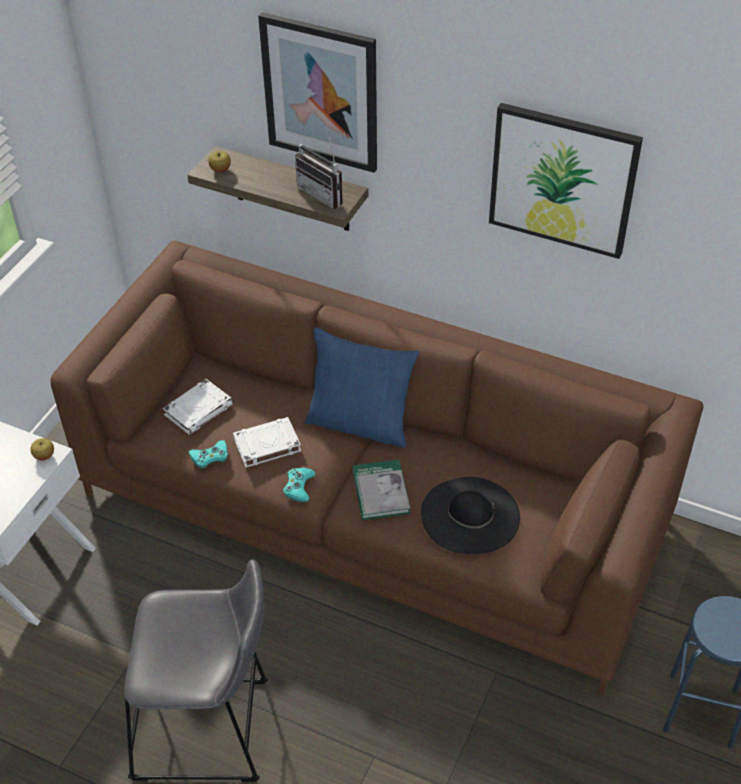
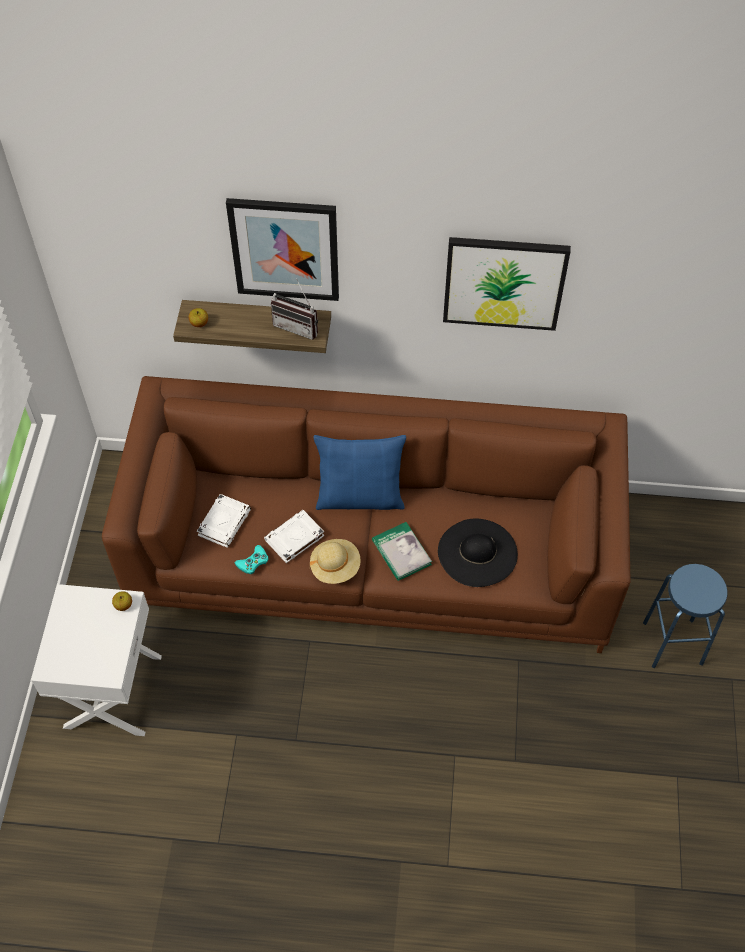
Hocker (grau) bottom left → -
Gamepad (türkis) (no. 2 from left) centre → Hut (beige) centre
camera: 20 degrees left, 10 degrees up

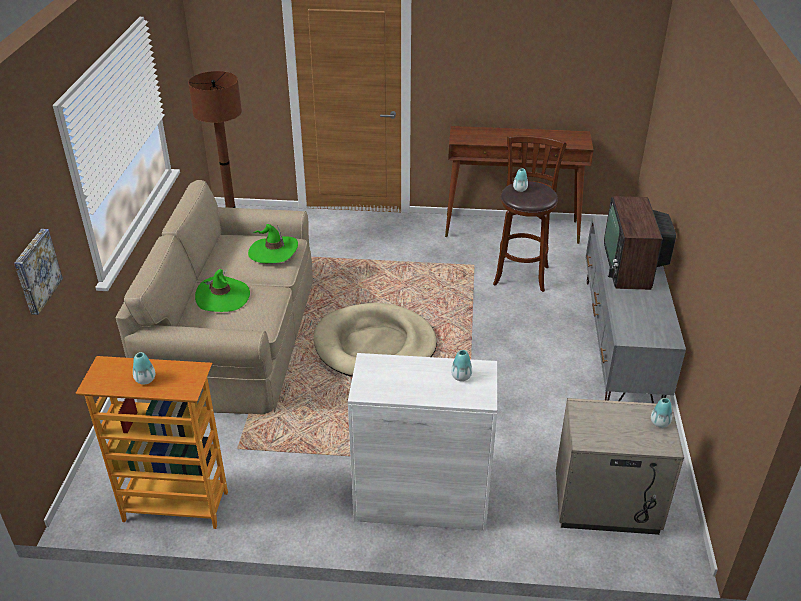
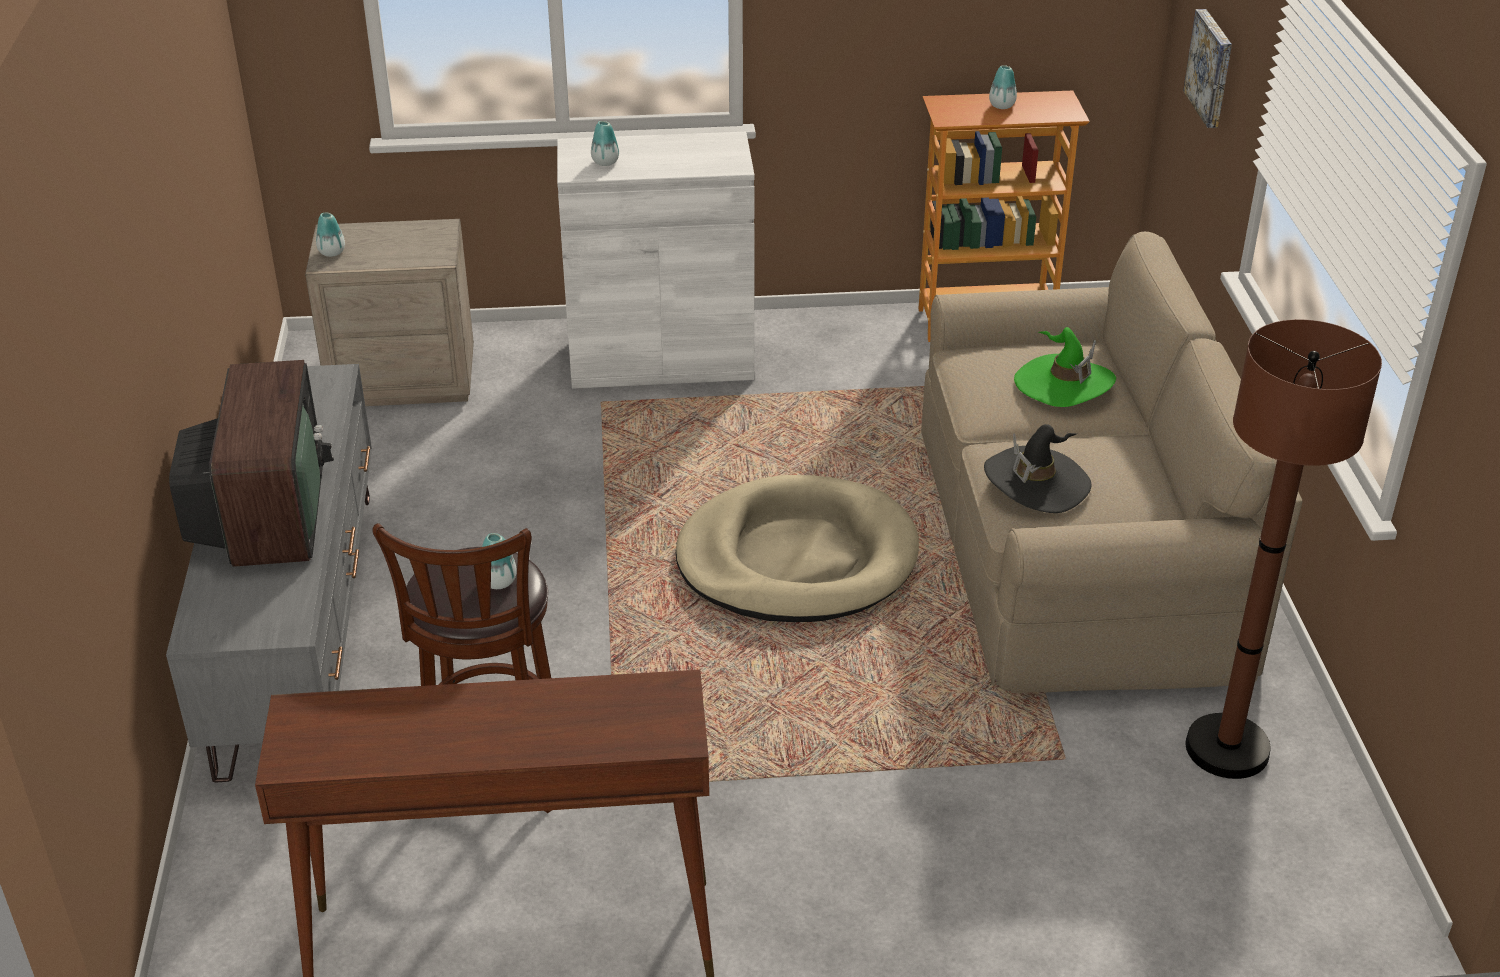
Hut (grün) (no. 2 from left) centre → Hut (schwarz) middle right
camera: 170 degrees right, 0 degrees up

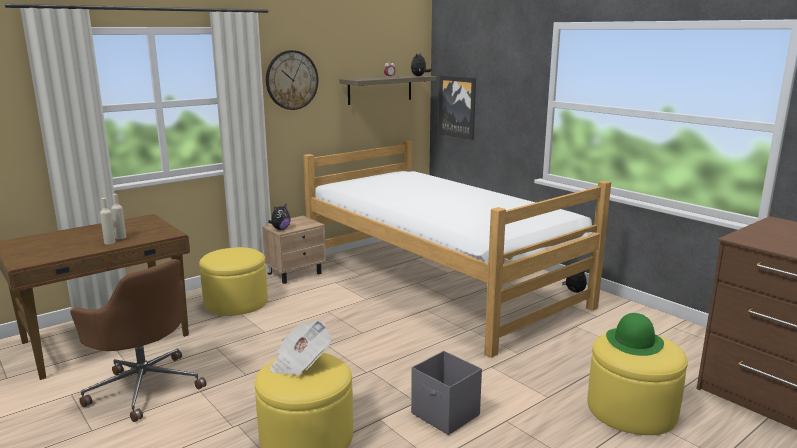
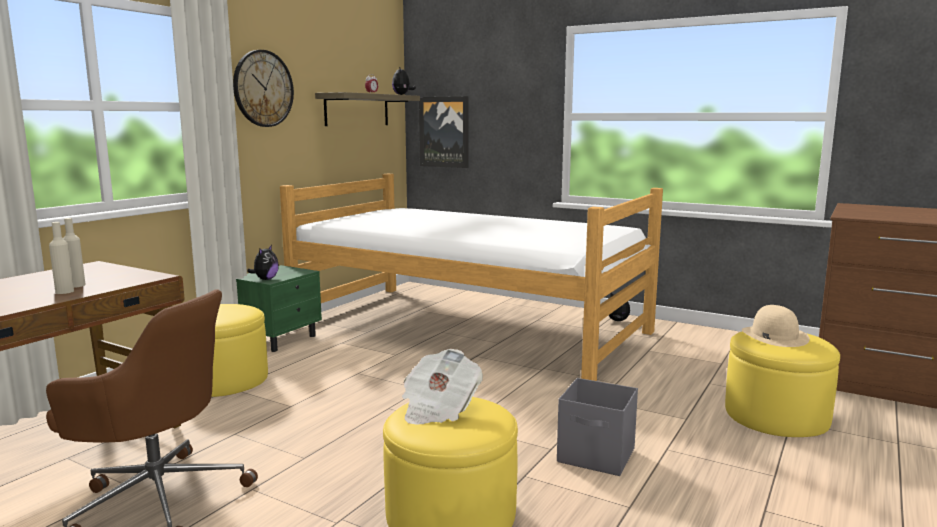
Nachttisch (beige) centre → Nachttisch (grün) middle left
Hut (grün) bottom right → Hut (beige) middle right
camera: 20 degrees left, 5 degrees down

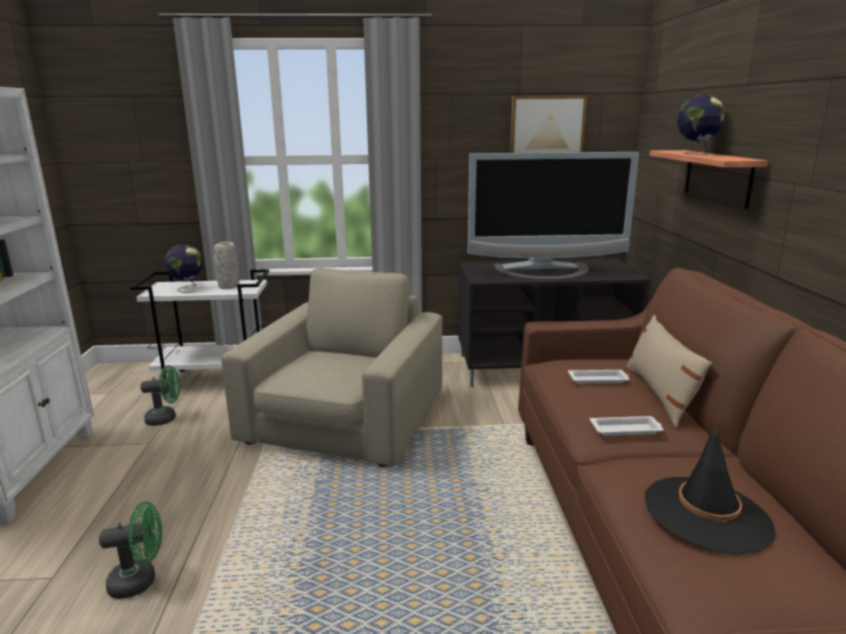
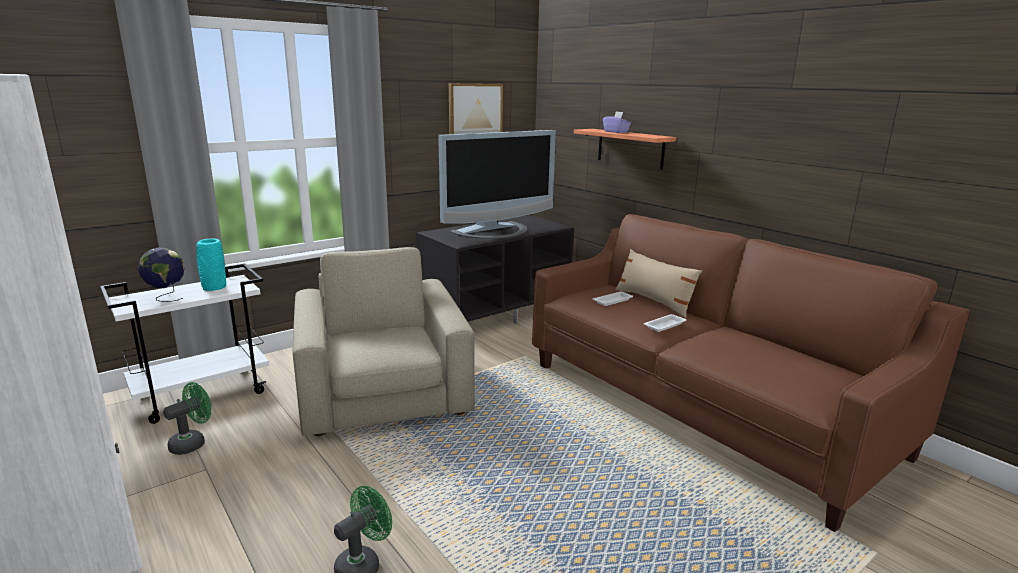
Vase (grau) middle left → Vase (türkis) middle left
Hut (schwarz) bottom right → -
Globus (no. 2 from left) top right → Taschentuchbox (lila) top centre
camera: 35 degrees left, 0 degrees up

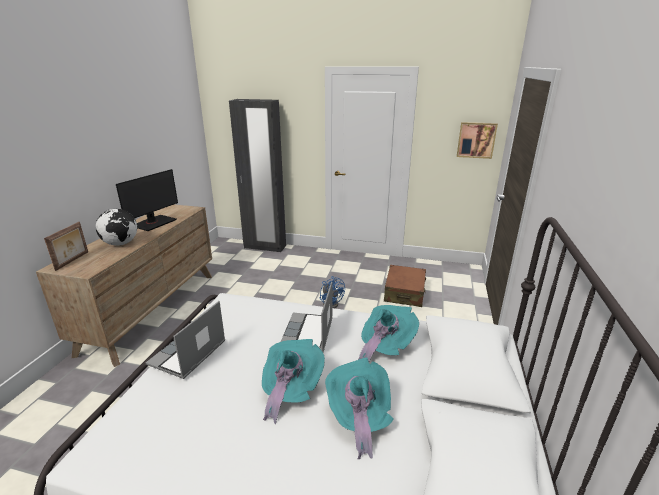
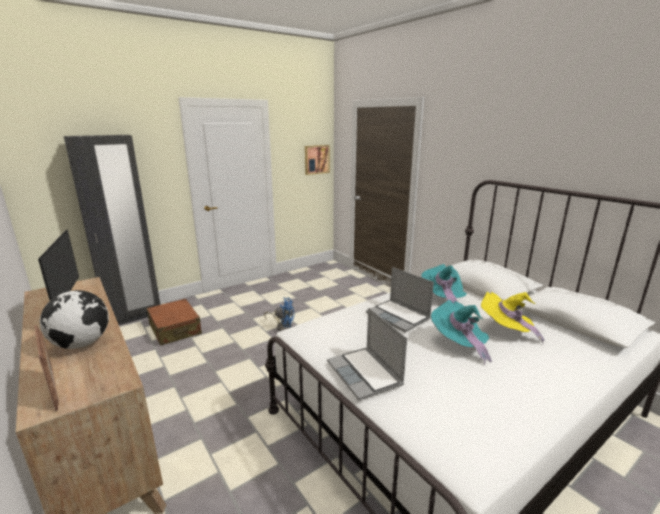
Hut (türkis) (no. 2 from left) bottom centre → Hut (gelb) middle right
Koffer (braun) centre → Koffer (braun) middle left, relocated
camera: 50 degrees left, 5 degrees down

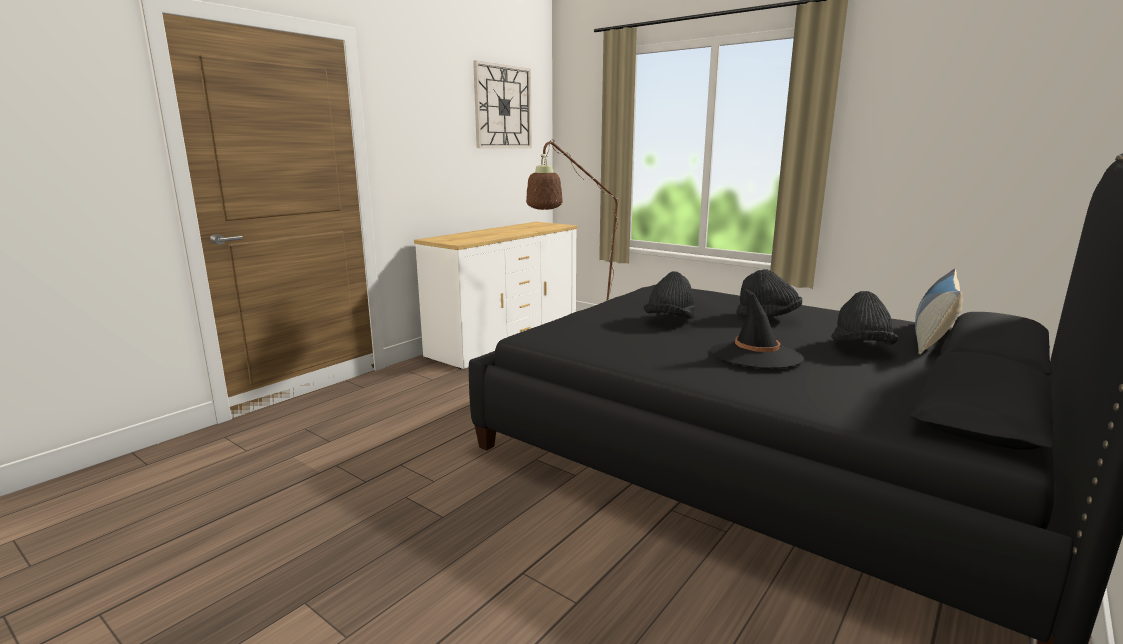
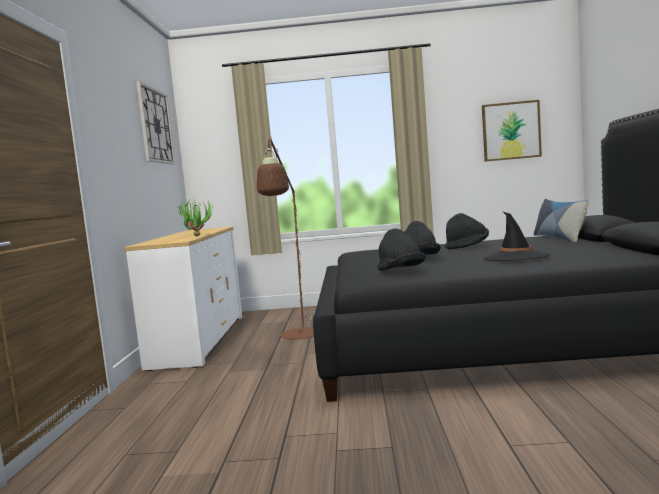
Hut (schwarz) (no. 4 from left in the first image) middle right → Hut (schwarz) (no. 1 from left) centre, relocated
- → Topfpflanze middle left
- → Bild top right
camera: 35 degrees left, 10 degrees down

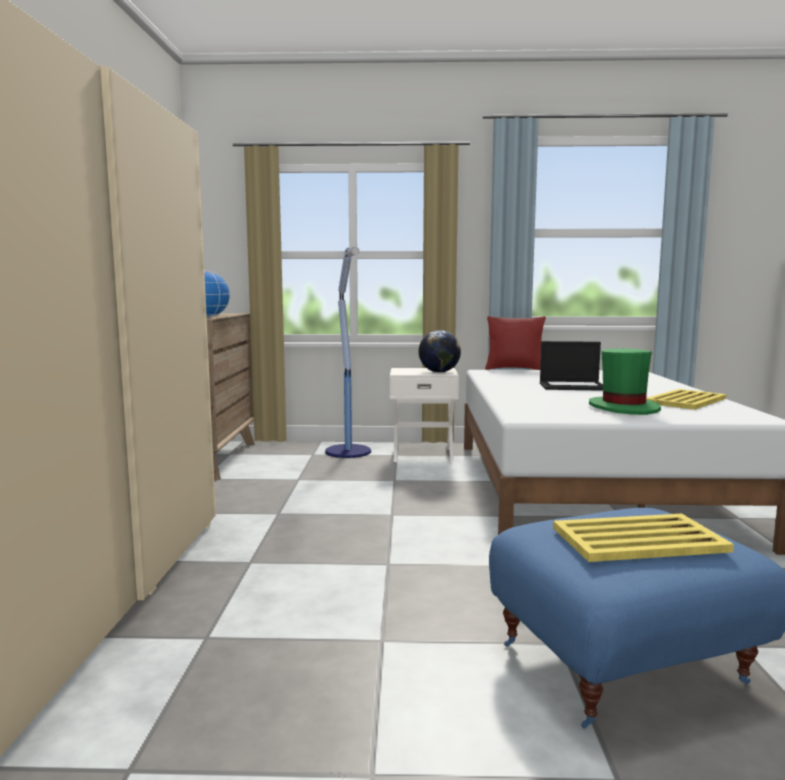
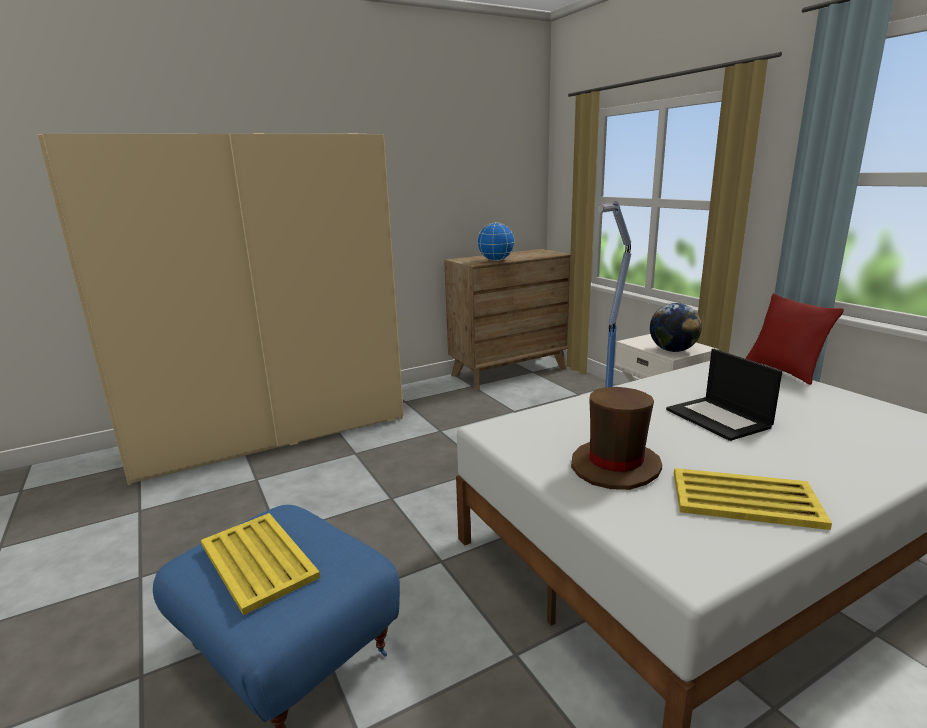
Hut (grün) middle right → Hut (braun) centre
camera: 60 degrees right, 10 degrees up

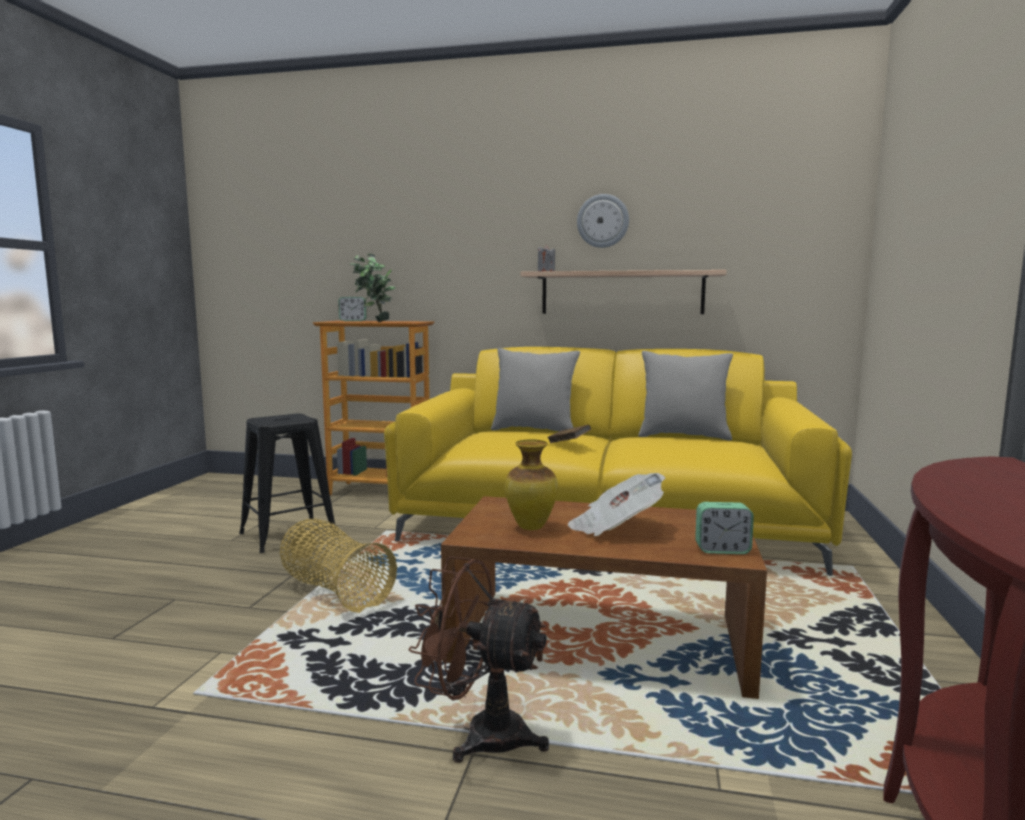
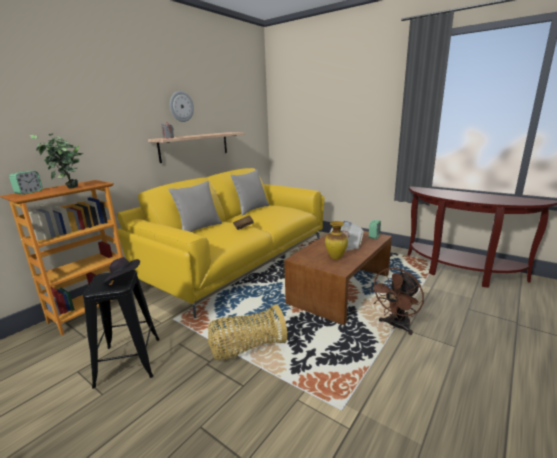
- → Hut (schwarz) middle left
camera: 65 degrees left, 10 degrees up

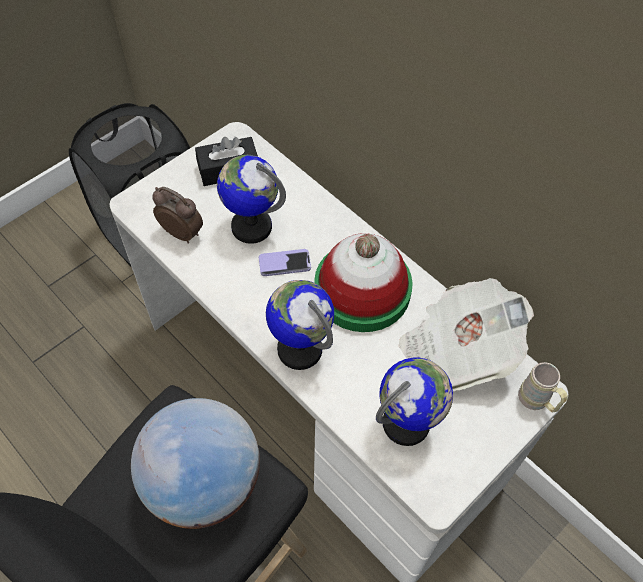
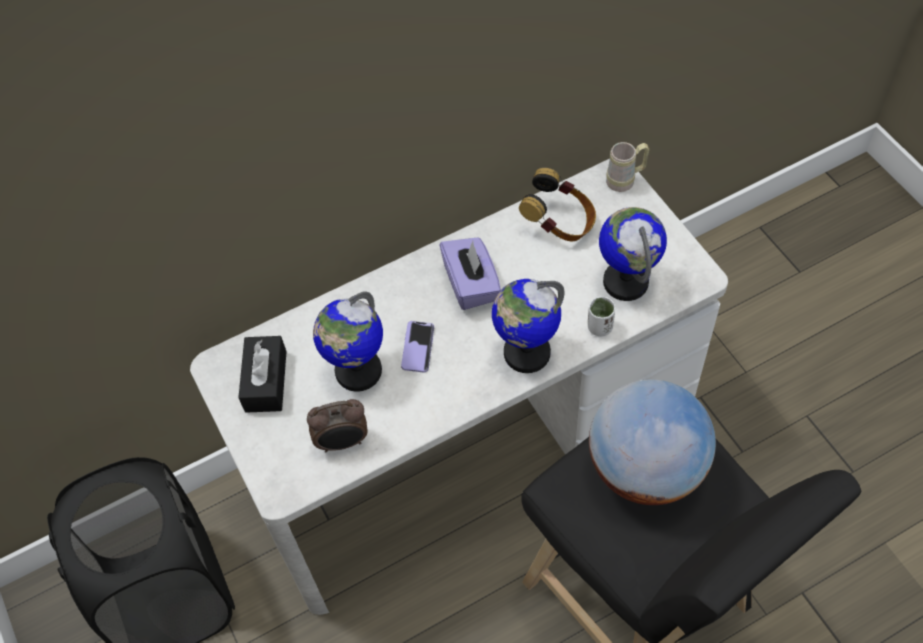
Wecker middle left → Wecker centre, 150 degrees counterclockwise
Hut centre → Taschentuchbox (lila) centre
Zeitung middle right → Kopfhörer top centre
- → Tasse (weiß) centre
camera: 70 degrees left, 0 degrees up

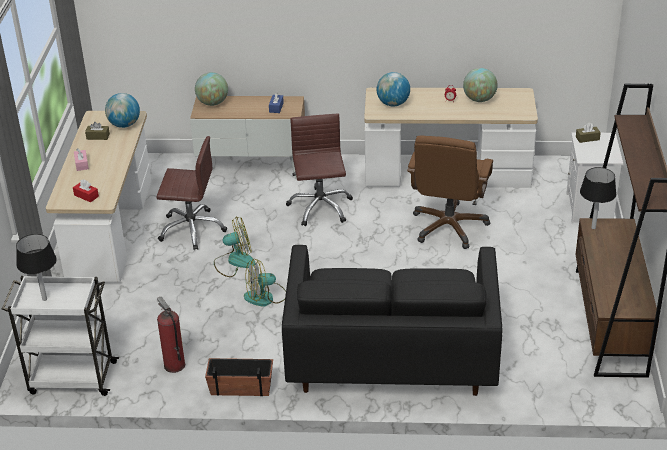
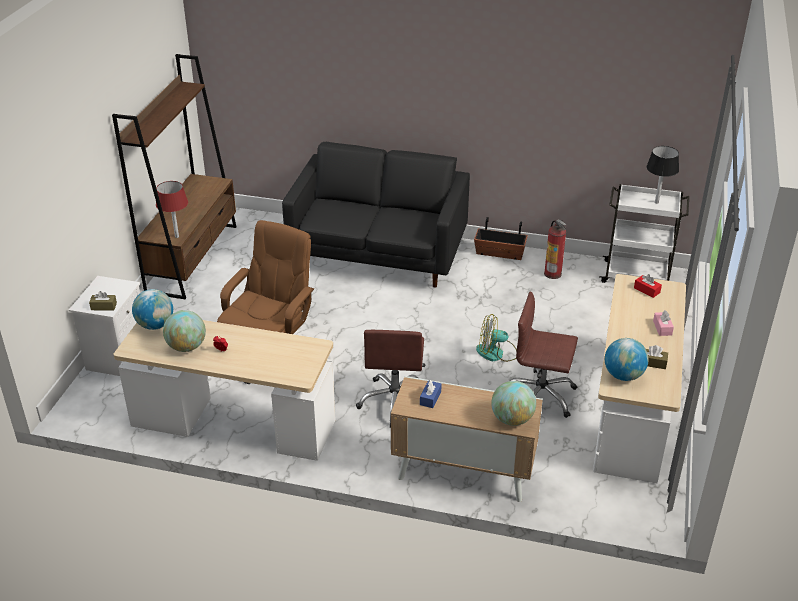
Ventilator (no. 2 from left) centre → -
Globus (no. 3 from left in the first image) top centre → Globus (no. 1 from left) middle left, relocated
Tischlampe (schwarz) (no. 2 from left) middle right → Tischlampe (rot) middle left
camera: 170 degrees left, 0 degrees up

